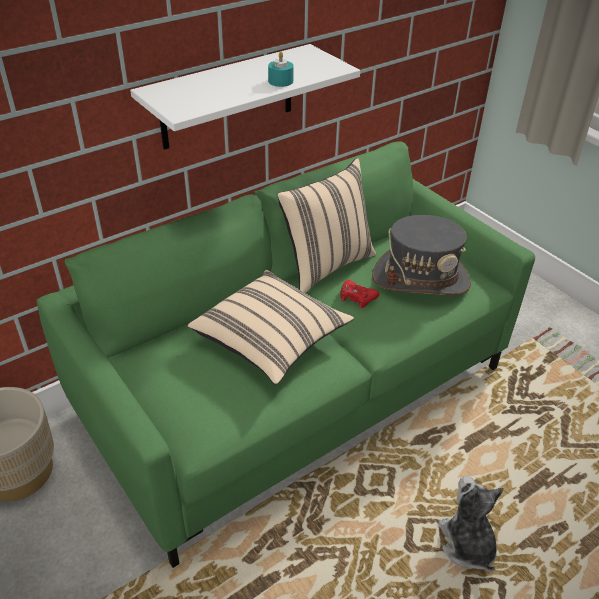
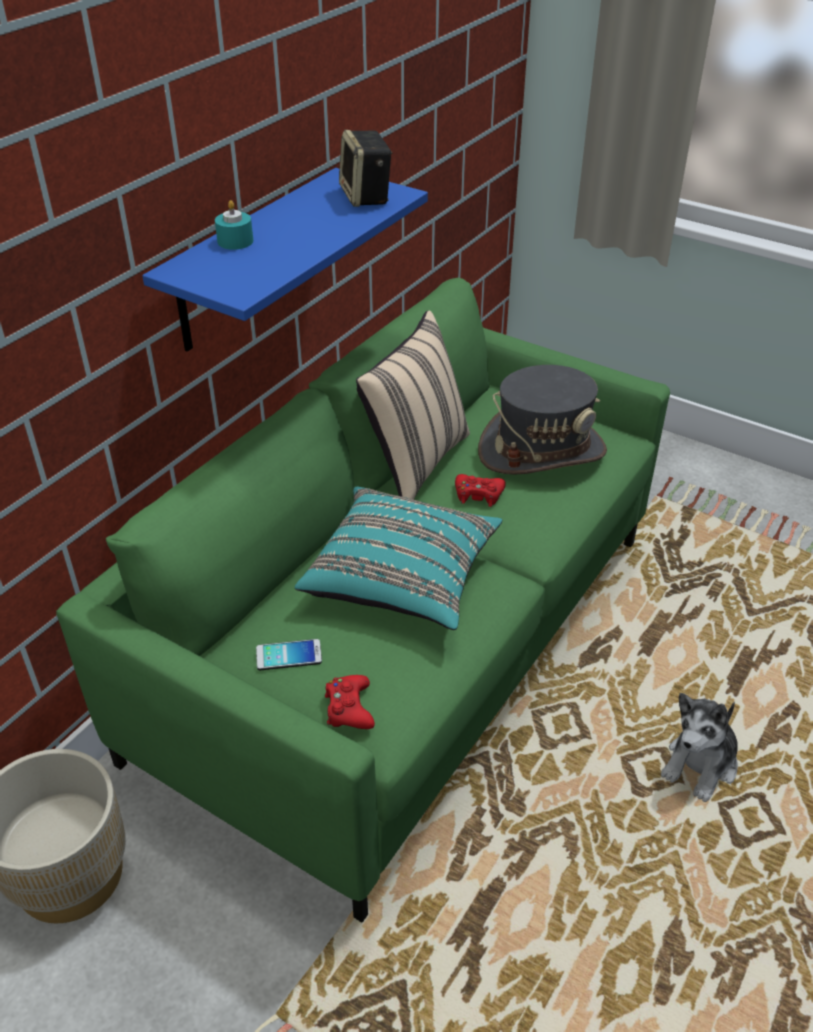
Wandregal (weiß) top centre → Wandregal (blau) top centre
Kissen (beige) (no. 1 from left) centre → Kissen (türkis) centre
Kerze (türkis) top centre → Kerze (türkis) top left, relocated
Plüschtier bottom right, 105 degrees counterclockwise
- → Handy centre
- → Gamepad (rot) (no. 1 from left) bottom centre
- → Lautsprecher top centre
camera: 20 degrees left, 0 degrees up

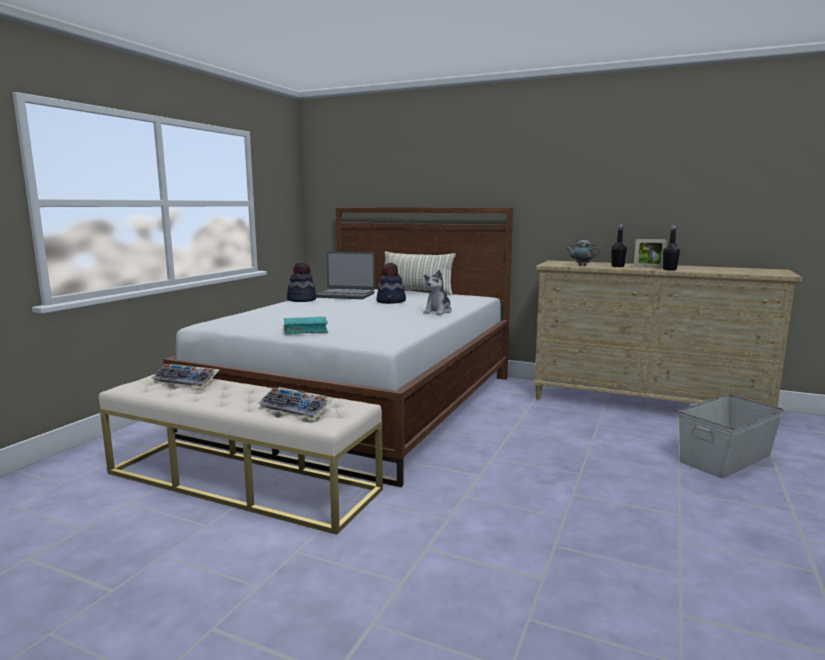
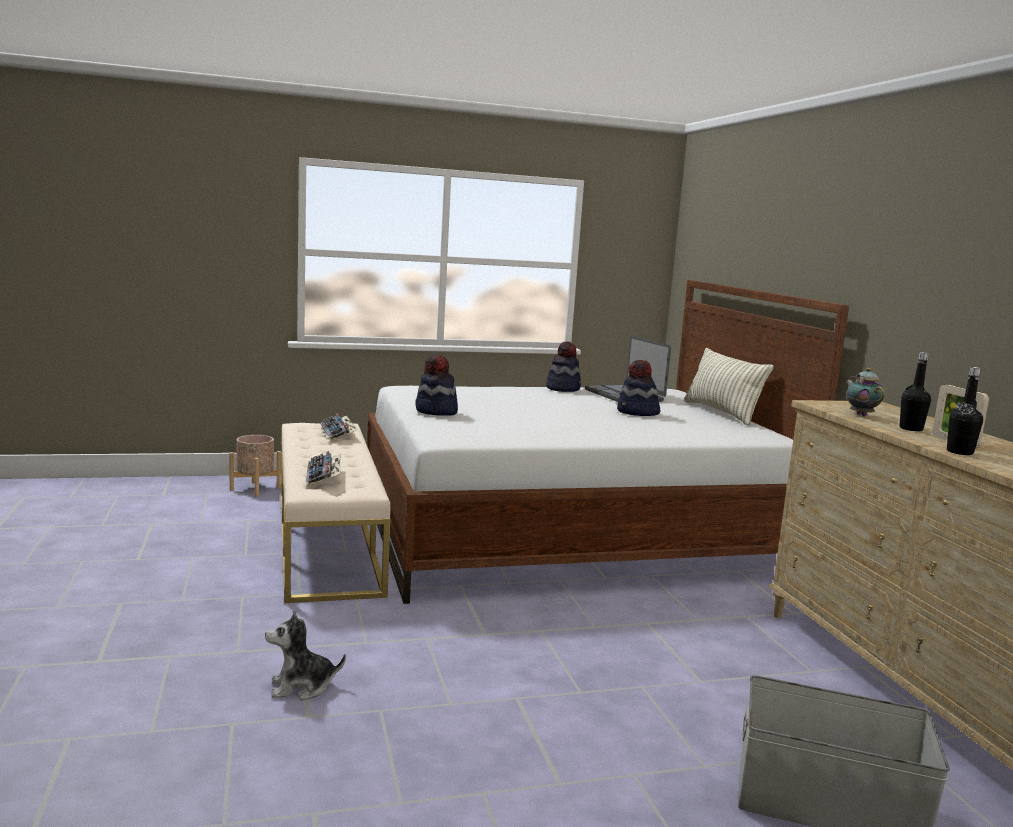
Buch (türkis) centre → Hut (no. 1 from left) centre
Plüschtier centre → Plüschtier bottom left, relocated
- → Pflanzkübel (beige) middle left
camera: 50 degrees right, 0 degrees up

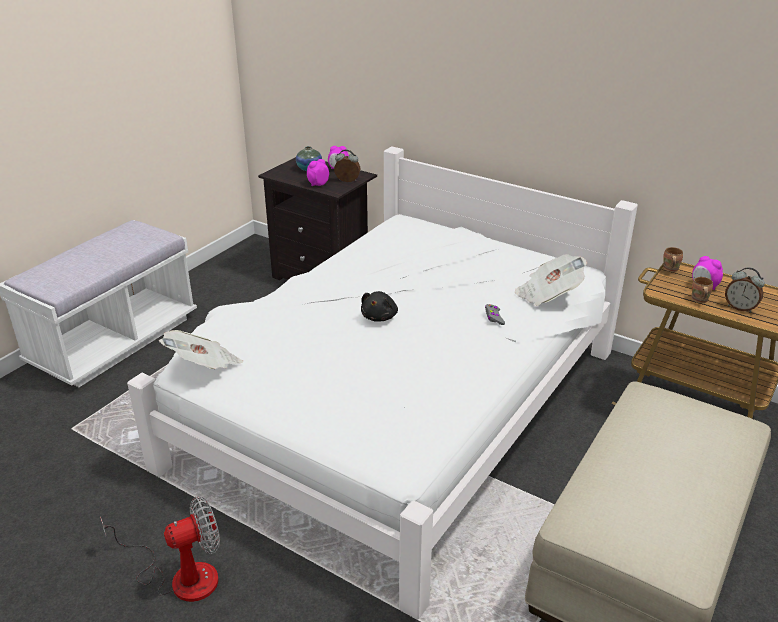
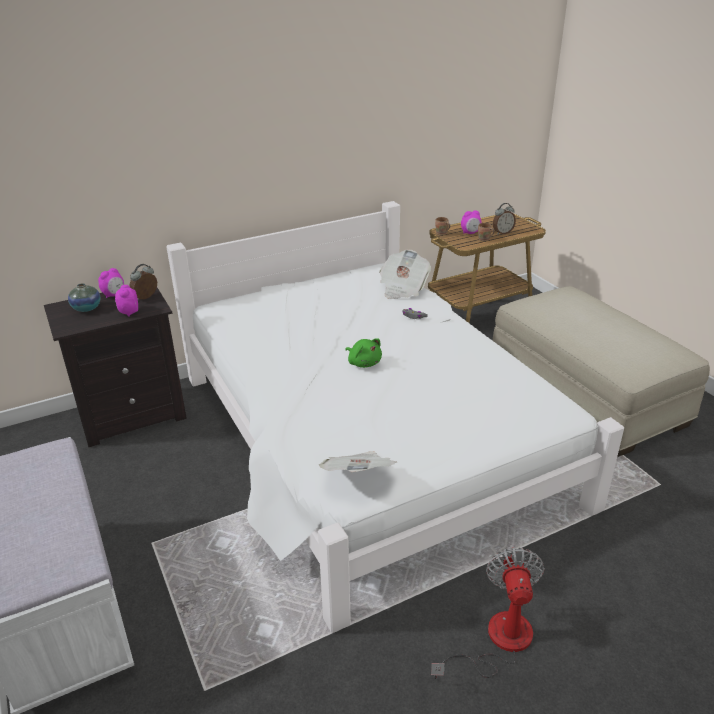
Plüschtier (schwarz) centre → Plüschtier (grün) centre
camera: 60 degrees left, 0 degrees up

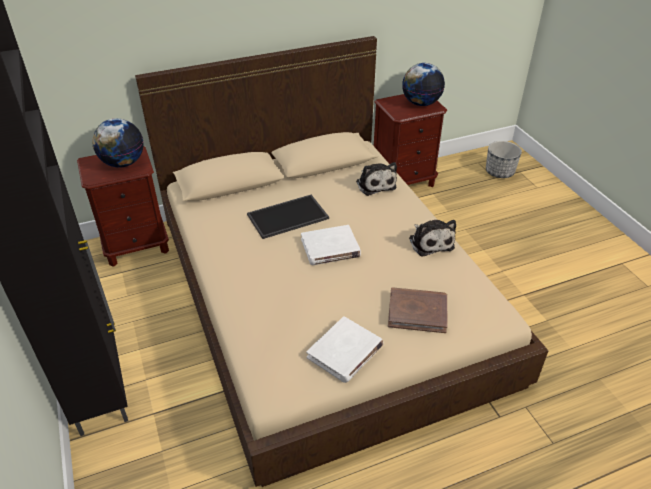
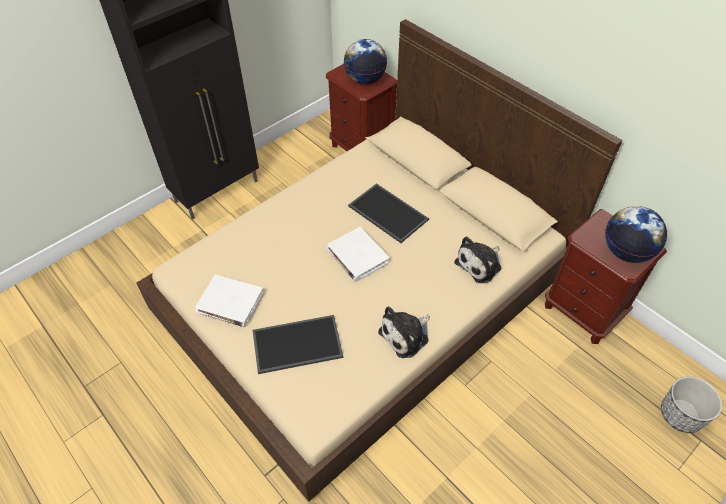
Buch (braun) centre → Tablett (no. 1 from left) bottom centre
camera: 70 degrees right, 10 degrees up

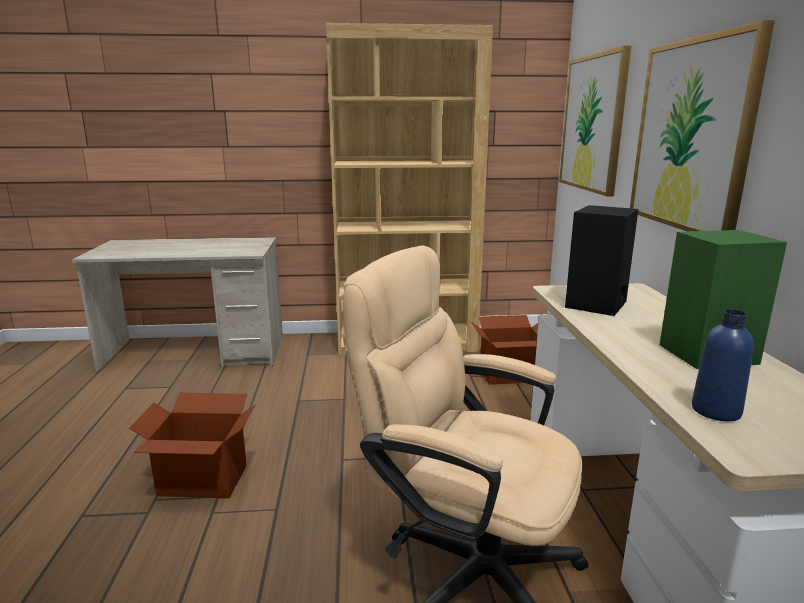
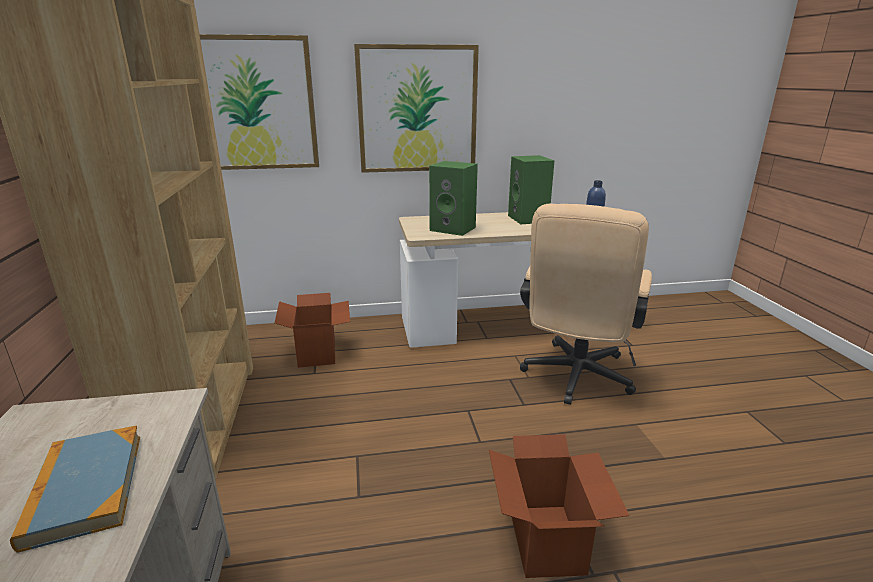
Lautsprecher (schwarz) middle right → Lautsprecher (grün) (no. 1 from left) centre
- → Buch bottom left
camera: 95 degrees left, 5 degrees up

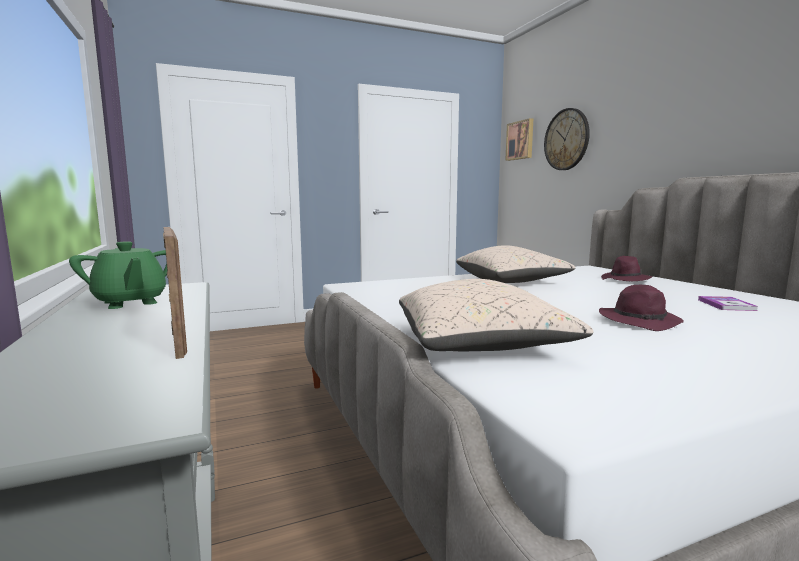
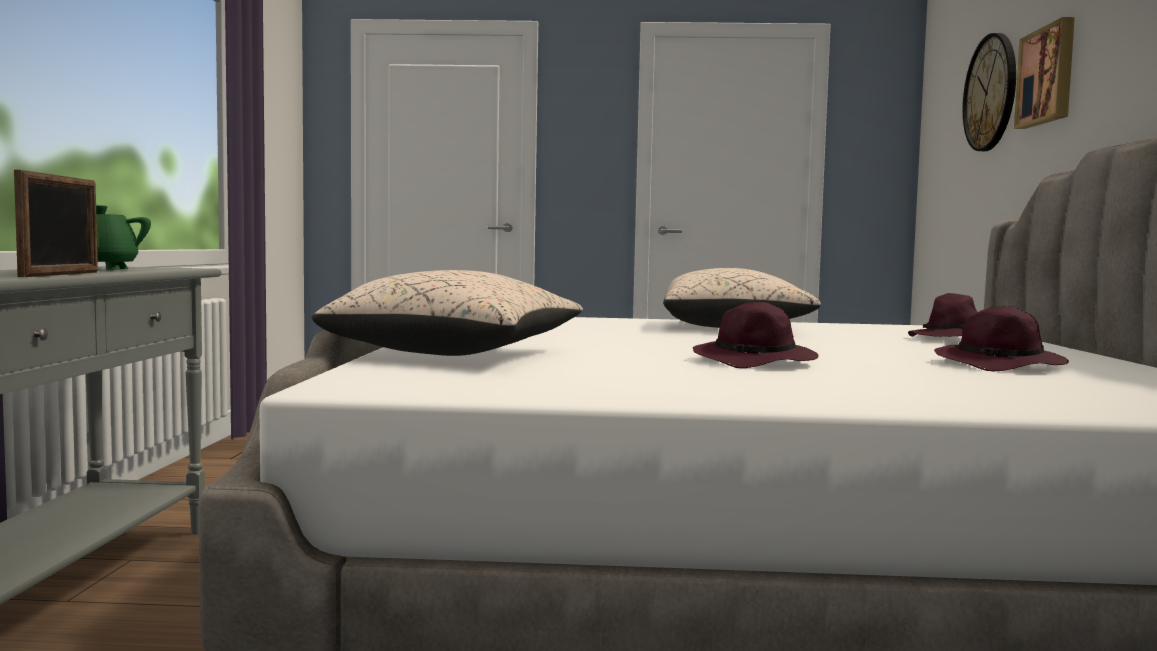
Bild top centre → Bild top right, relocated
Buch middle right → Hut (lila) (no. 3 from left) middle right
camera: 25 degrees right, 5 degrees down

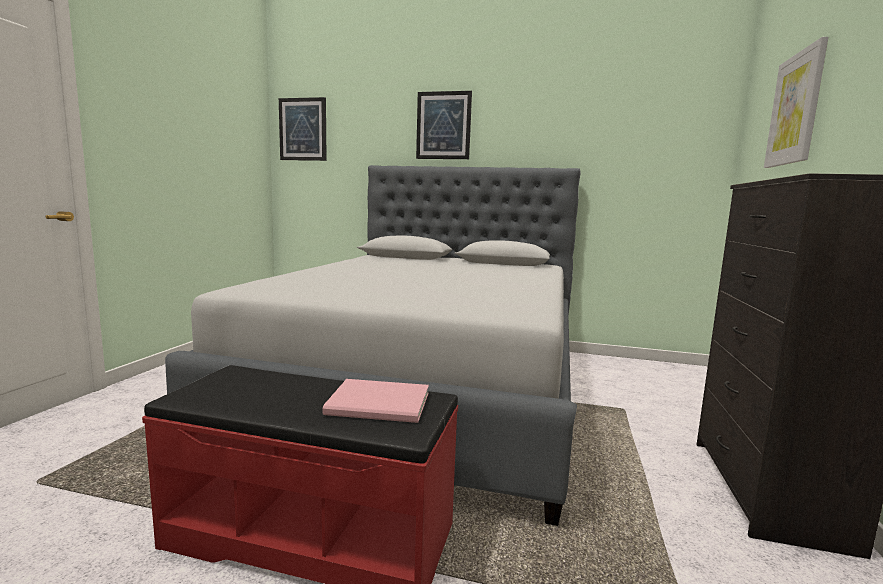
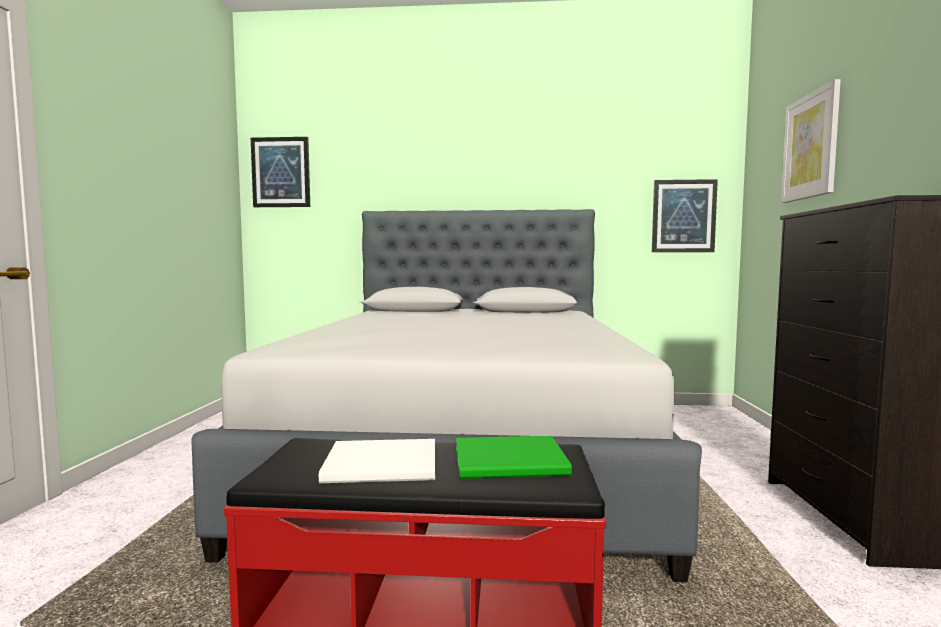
Buch (rosa) bottom centre → Buch (grün) bottom centre
Bild (no. 2 from left) top centre → Bild (no. 2 from left) middle right, relocated
- → Buch (weiß) bottom centre
camera: 10 degrees left, 5 degrees down

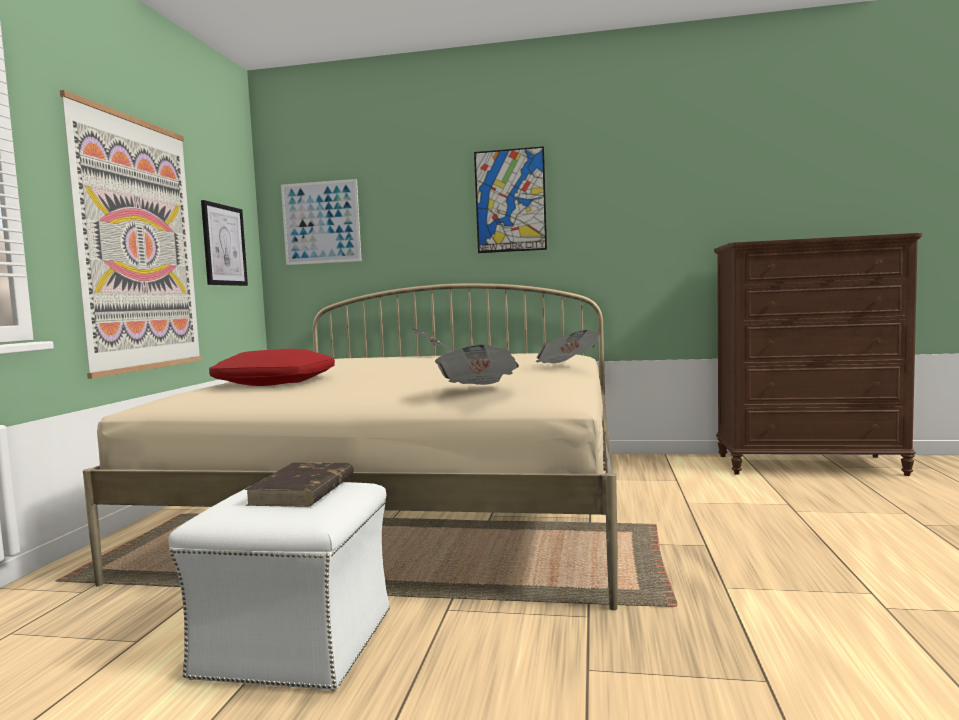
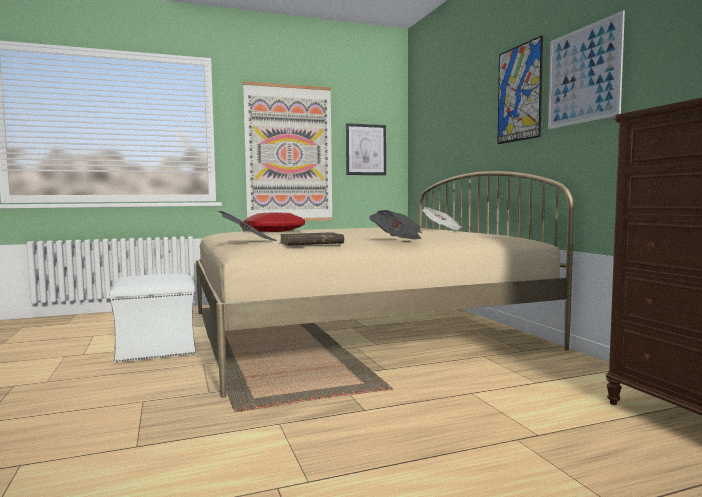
Buch (braun) bottom left → Buch (braun) centre, relocated
Bild (no. 3 from left in the first image) top centre → Bild (no. 4 from left) top right, relocated
camera: 60 degrees right, 0 degrees up

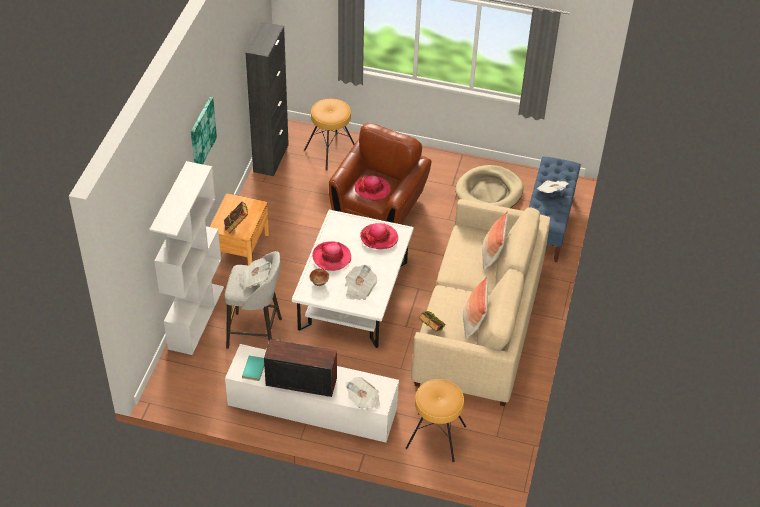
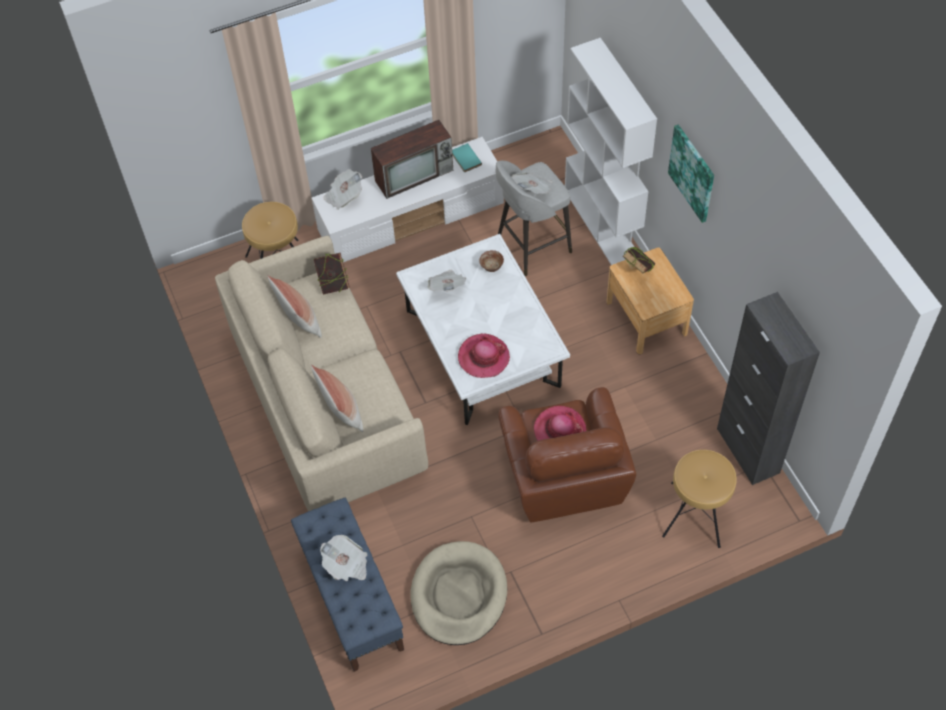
Hut (no. 1 from left) centre → -
camera: 145 degrees right, 10 degrees up

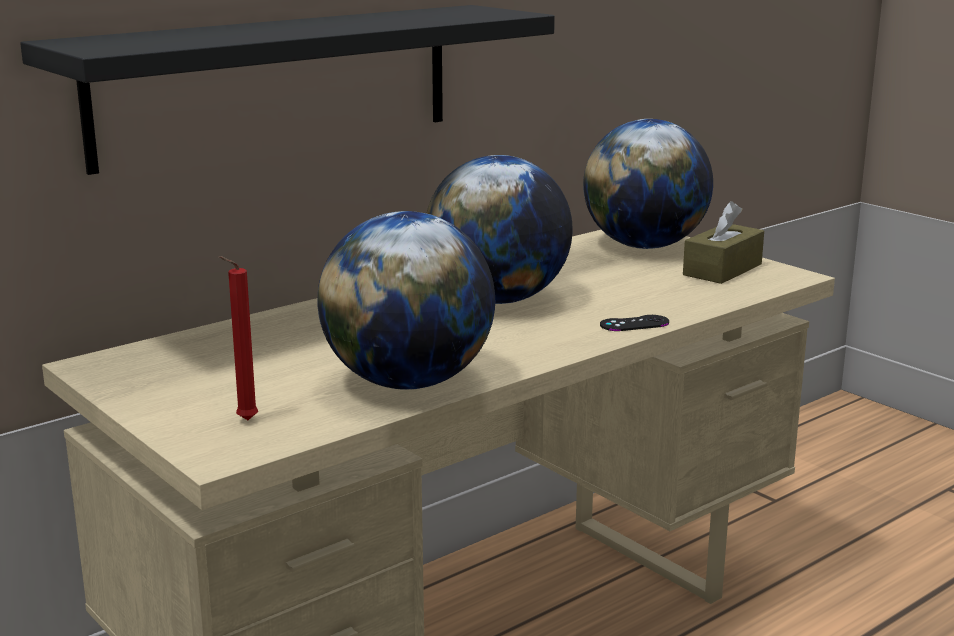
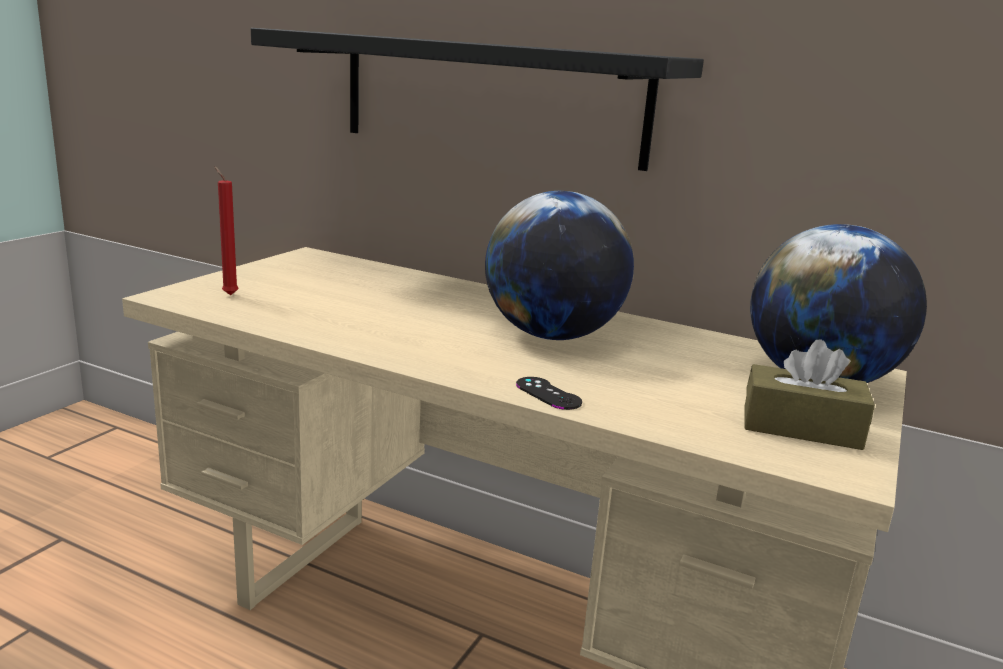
Globus (no. 1 from left) centre → -
camera: 65 degrees right, 0 degrees up

